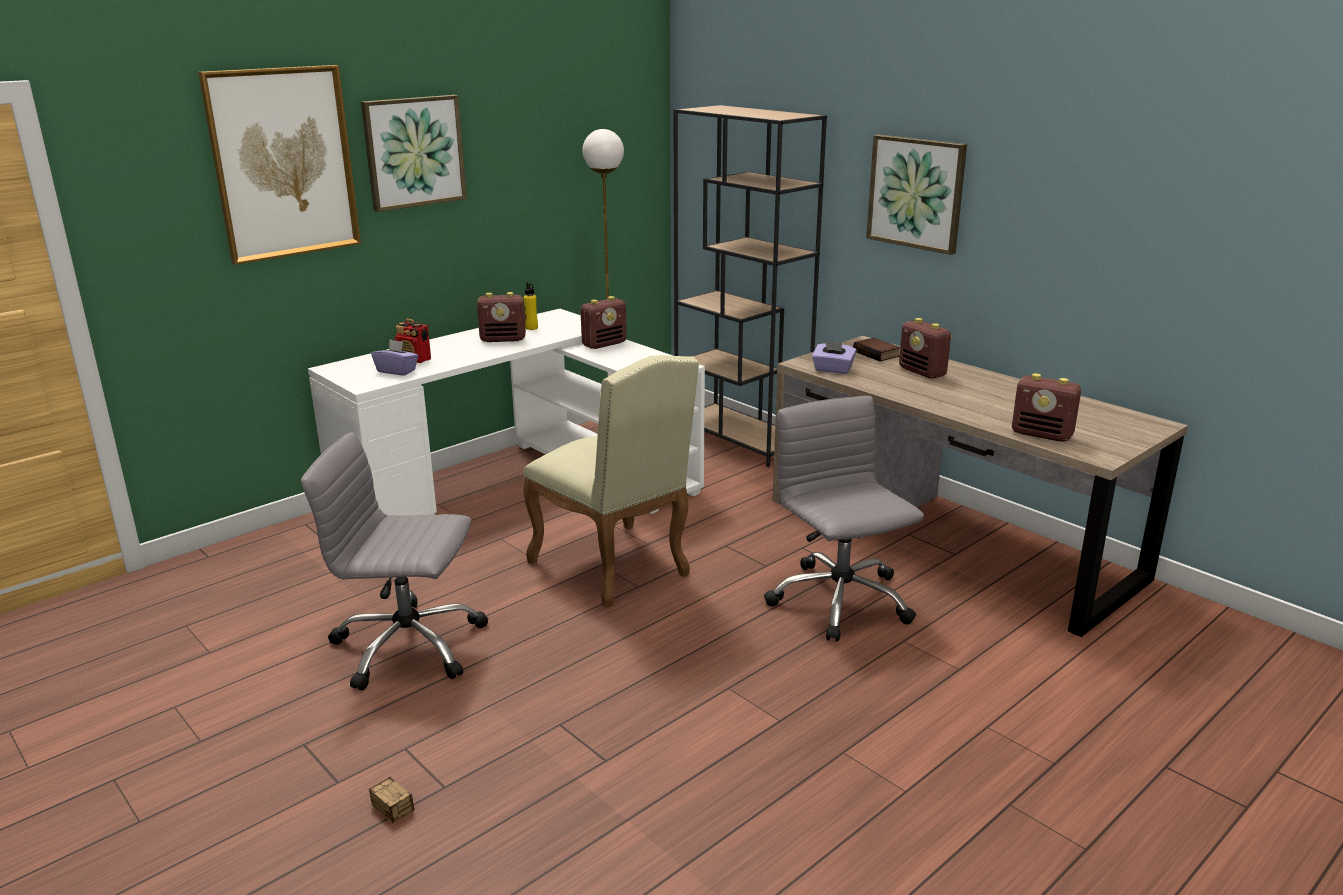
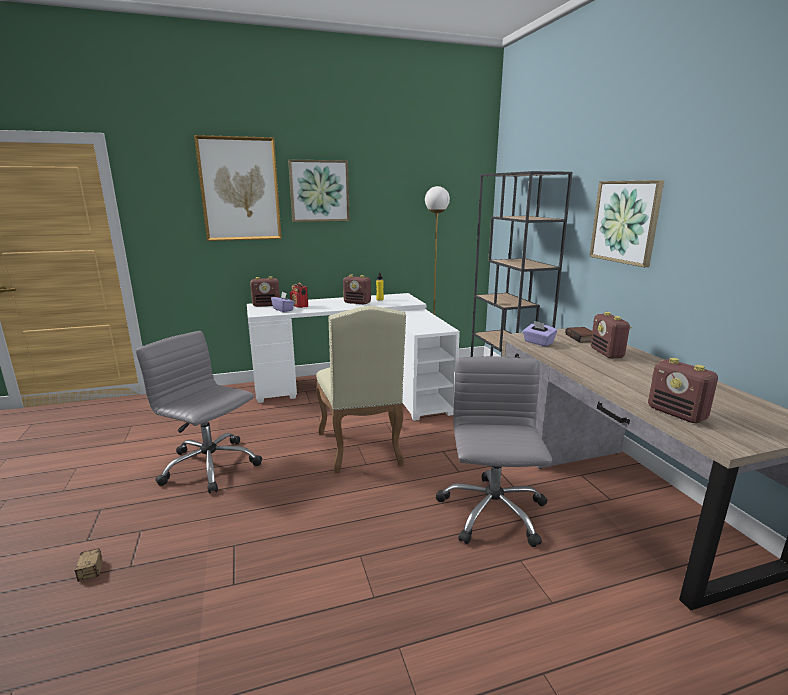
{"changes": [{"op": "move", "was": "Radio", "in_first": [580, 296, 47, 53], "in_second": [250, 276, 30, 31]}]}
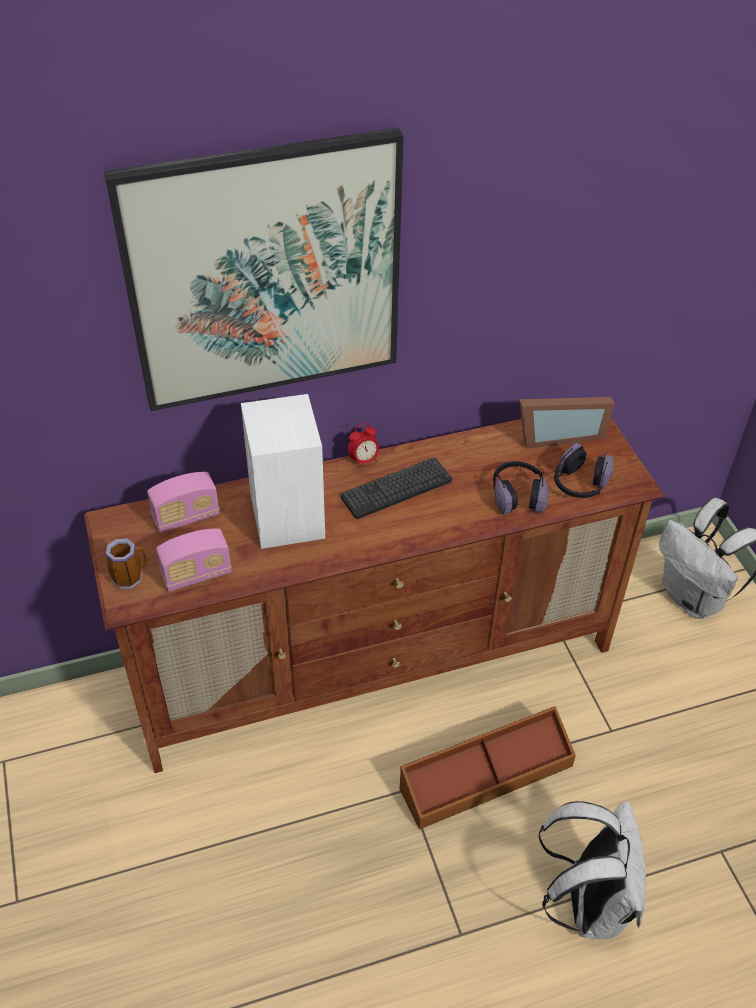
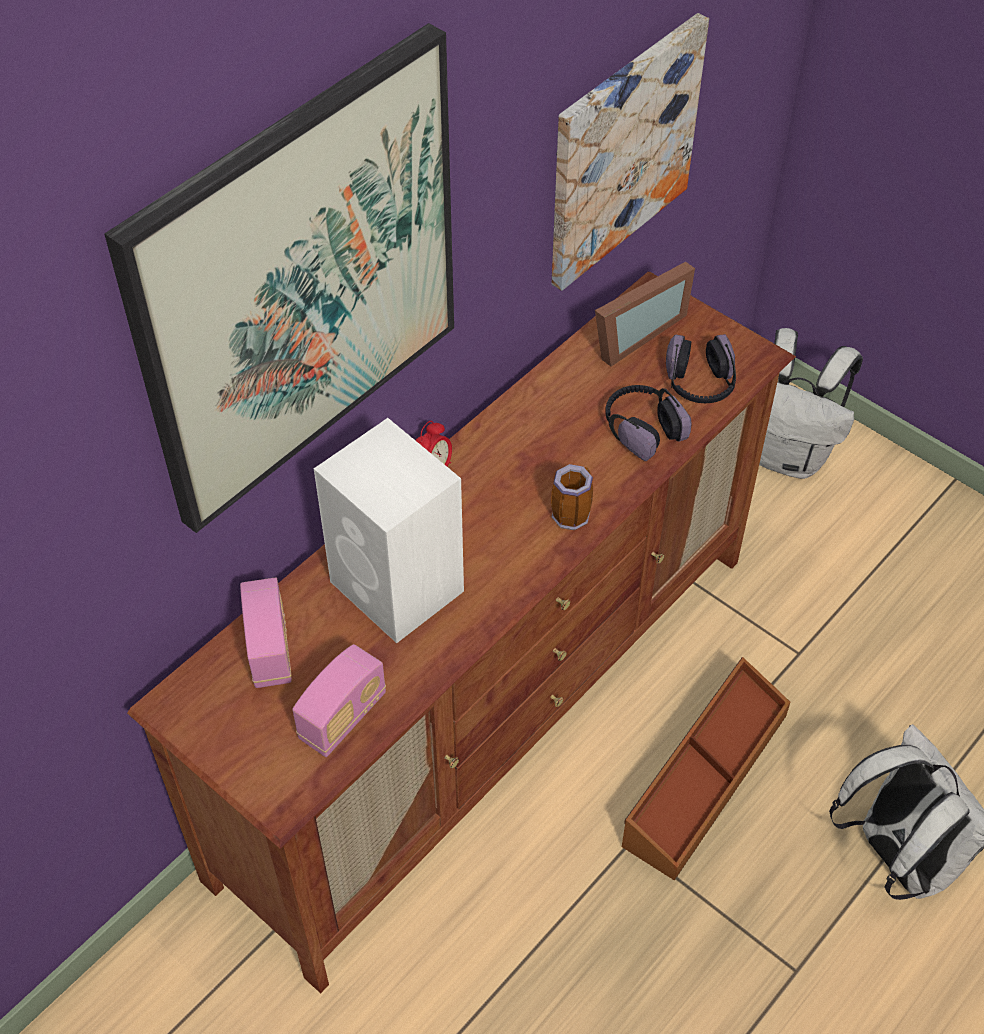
{"changes": [{"op": "delete", "was": "Keyboard", "in_first": [340, 458, 112, 61]}, {"op": "rotate", "was": "Radio", "in_first": [147, 472, 73, 61], "in_second": [240, 578, 52, 110], "clockwise": -45}, {"op": "move", "was": "TeaMug", "in_first": [105, 539, 42, 50], "in_second": [551, 464, 42, 66]}, {"op": "insert", "now": "WallArt", "in_second": [552, 13, 157, 278]}]}
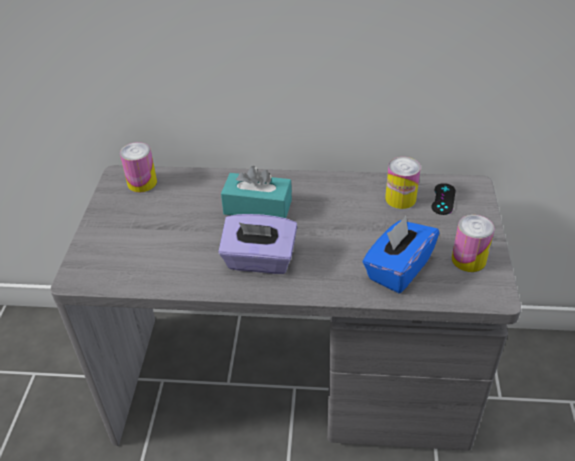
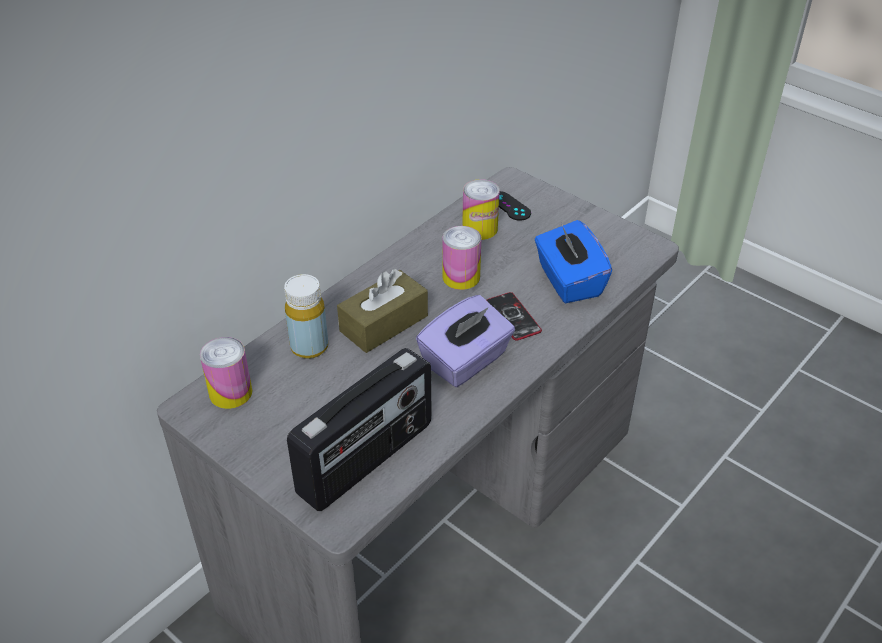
{"changes": [{"op": "recolor", "was": "TurquoiseTissueHolder", "now": "BrownColouredTissueHolder", "in_first": [221, 166, 71, 52], "in_second": [337, 269, 91, 84]}, {"op": "move", "was": "Can", "in_first": [452, 215, 43, 57], "in_second": [442, 226, 39, 64]}, {"op": "insert", "now": "YellowDrinkBottle", "in_second": [284, 274, 44, 85]}, {"op": "insert", "now": "Phone", "in_second": [486, 292, 56, 49]}, {"op": "insert", "now": "Radio", "in_second": [287, 348, 145, 163]}]}
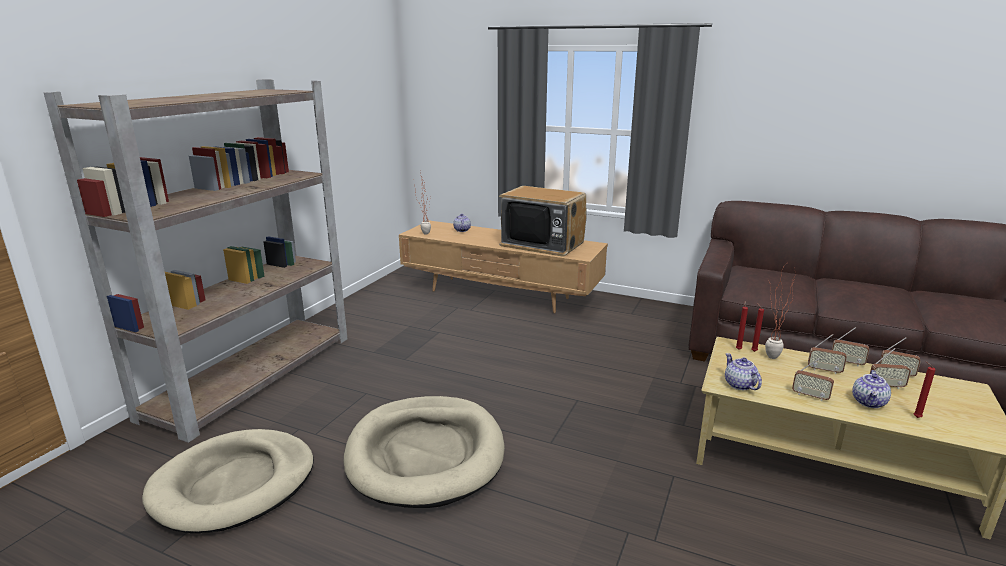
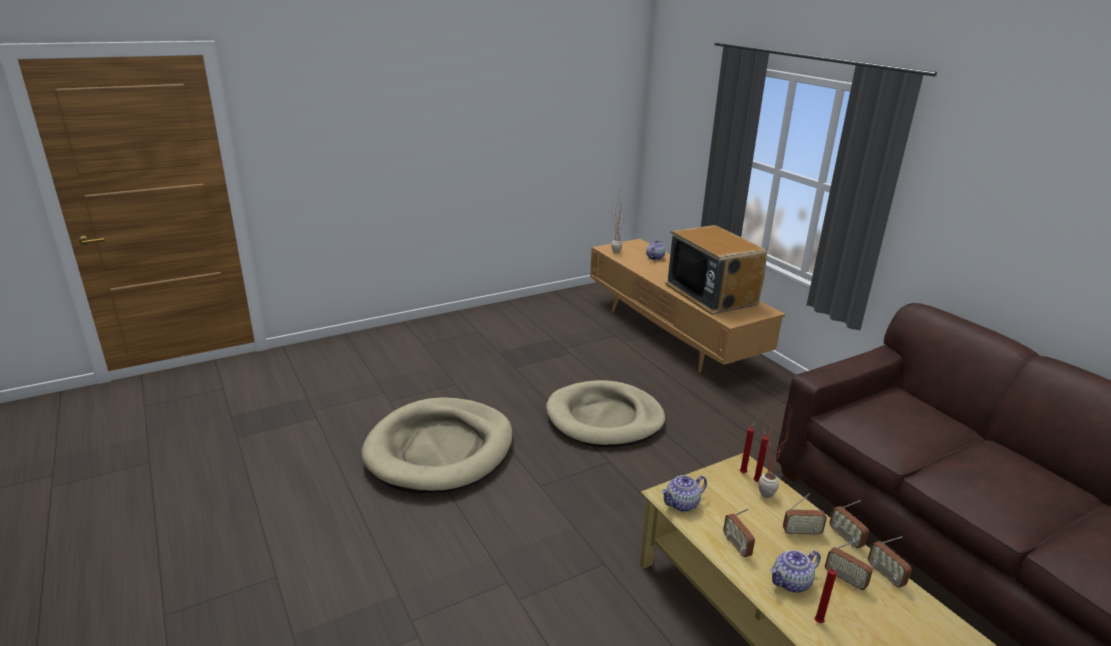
{"changes": [{"op": "delete", "was": "BrownColouredBookshelf", "in_first": [44, 79, 304, 364]}, {"op": "rotate", "was": "Radio", "in_first": [808, 334, 39, 40], "in_second": [783, 493, 44, 44], "clockwise": -60}, {"op": "rotate", "was": "PotForTea", "in_first": [725, 353, 37, 37], "in_second": [661, 475, 46, 37], "clockwise": -135}, {"op": "move", "was": "BeigeColouredDogCushion", "in_first": [142, 429, 172, 104], "in_second": [546, 380, 119, 67]}]}
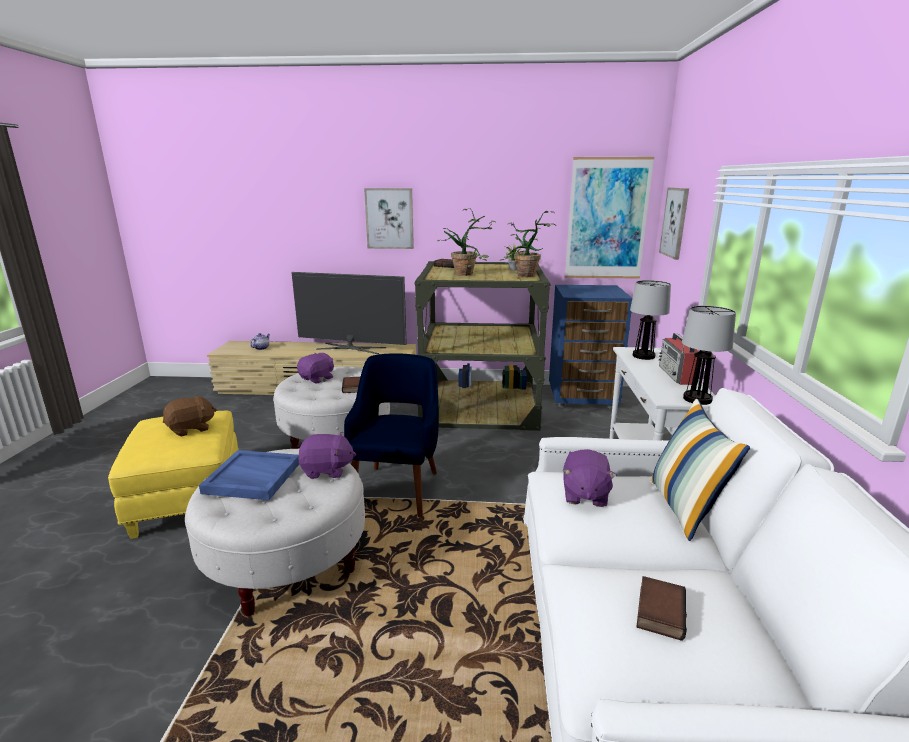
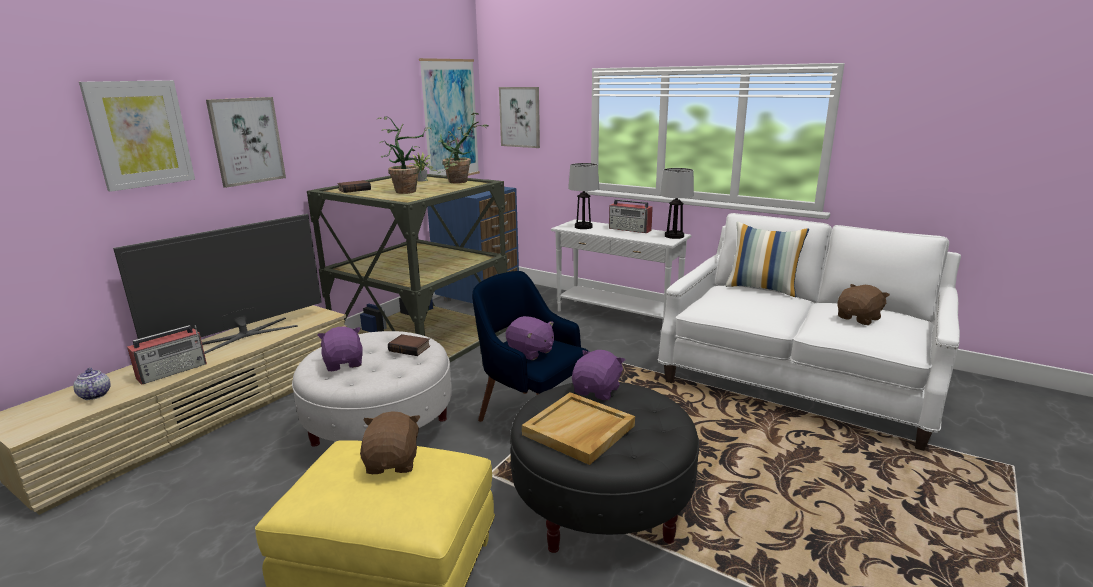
{"changes": [{"op": "recolor", "was": "WhitishFootrest", "now": "BlackColouredFootrest", "in_first": [185, 449, 180, 168], "in_second": [510, 382, 189, 171]}, {"op": "move", "was": "PurplishPlushToy", "in_first": [562, 449, 55, 58], "in_second": [506, 316, 48, 44]}, {"op": "recolor", "was": "BluishServingTray", "now": "BeigeColouredServingTray", "in_first": [199, 450, 100, 50], "in_second": [522, 392, 113, 73]}, {"op": "replace", "was": "Volume", "now": "BrownColouredPlushToy", "in_first": [636, 576, 51, 65], "in_second": [837, 284, 53, 41]}, {"op": "insert", "now": "WallArt", "in_second": [79, 80, 116, 112]}, {"op": "insert", "now": "Radio", "in_second": [127, 325, 80, 60]}]}
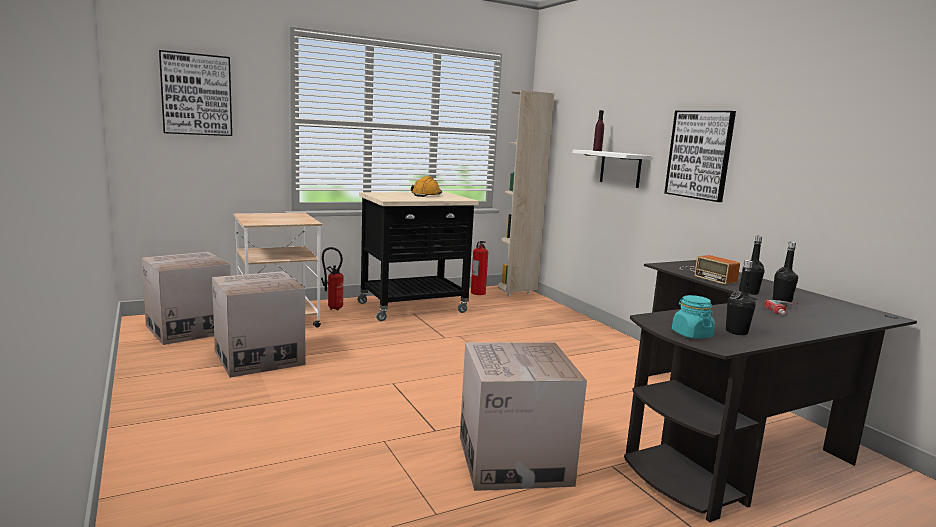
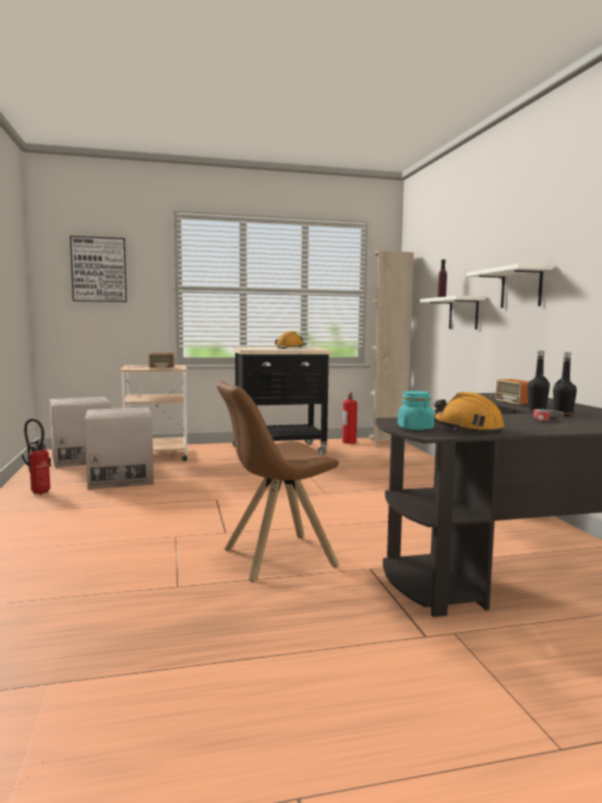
{"changes": [{"op": "replace", "was": "WallArt", "now": "WhitishBracketShelf", "in_first": [664, 111, 72, 91], "in_second": [466, 264, 87, 44]}, {"op": "move", "was": "FireFightingCylinder", "in_first": [321, 247, 23, 63], "in_second": [22, 419, 29, 76]}, {"op": "replace", "was": "BlackColouredDrinkBottle", "now": "OrangeWorkHelmet", "in_first": [726, 260, 30, 75], "in_second": [434, 392, 71, 42]}, {"op": "replace", "was": "CardboardBox", "now": "BrownColouredPlainChair", "in_first": [460, 342, 127, 149], "in_second": [217, 381, 122, 201]}, {"op": "insert", "now": "Radio", "in_second": [127, 353, 48, 16]}]}
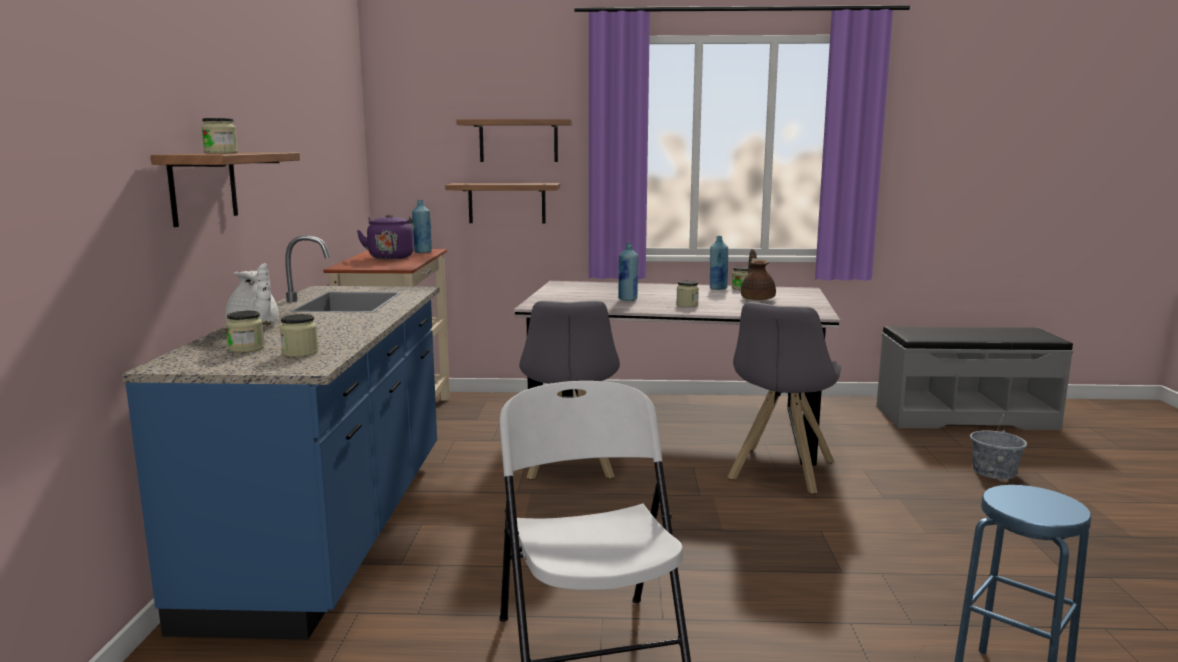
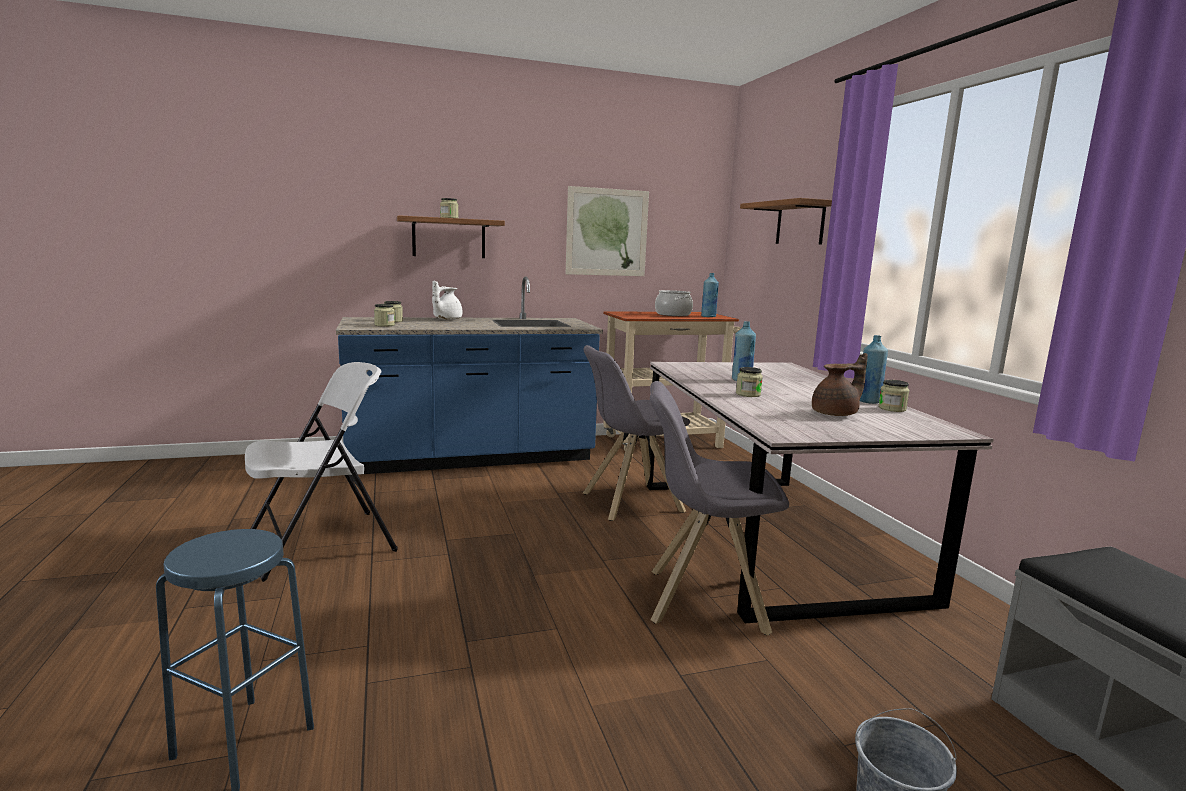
{"changes": [{"op": "delete", "was": "BracketShelf", "in_first": [445, 183, 115, 40]}, {"op": "replace", "was": "PurplishKettle", "now": "CookingPot", "in_first": [357, 214, 57, 45], "in_second": [655, 290, 38, 26]}, {"op": "insert", "now": "WallArt", "in_second": [566, 186, 83, 90]}]}
